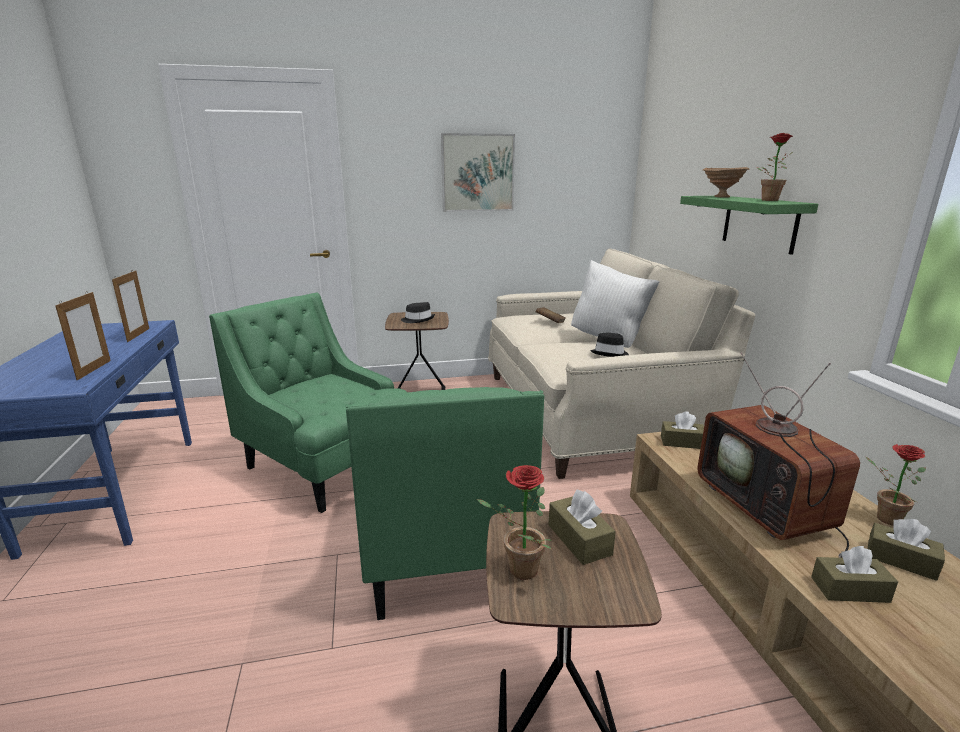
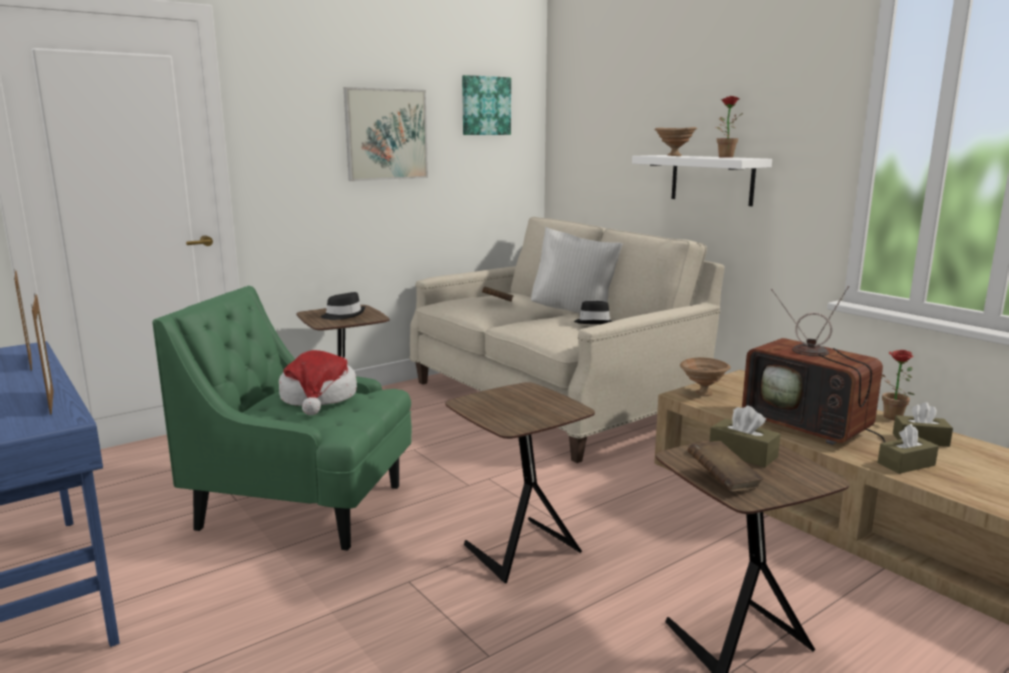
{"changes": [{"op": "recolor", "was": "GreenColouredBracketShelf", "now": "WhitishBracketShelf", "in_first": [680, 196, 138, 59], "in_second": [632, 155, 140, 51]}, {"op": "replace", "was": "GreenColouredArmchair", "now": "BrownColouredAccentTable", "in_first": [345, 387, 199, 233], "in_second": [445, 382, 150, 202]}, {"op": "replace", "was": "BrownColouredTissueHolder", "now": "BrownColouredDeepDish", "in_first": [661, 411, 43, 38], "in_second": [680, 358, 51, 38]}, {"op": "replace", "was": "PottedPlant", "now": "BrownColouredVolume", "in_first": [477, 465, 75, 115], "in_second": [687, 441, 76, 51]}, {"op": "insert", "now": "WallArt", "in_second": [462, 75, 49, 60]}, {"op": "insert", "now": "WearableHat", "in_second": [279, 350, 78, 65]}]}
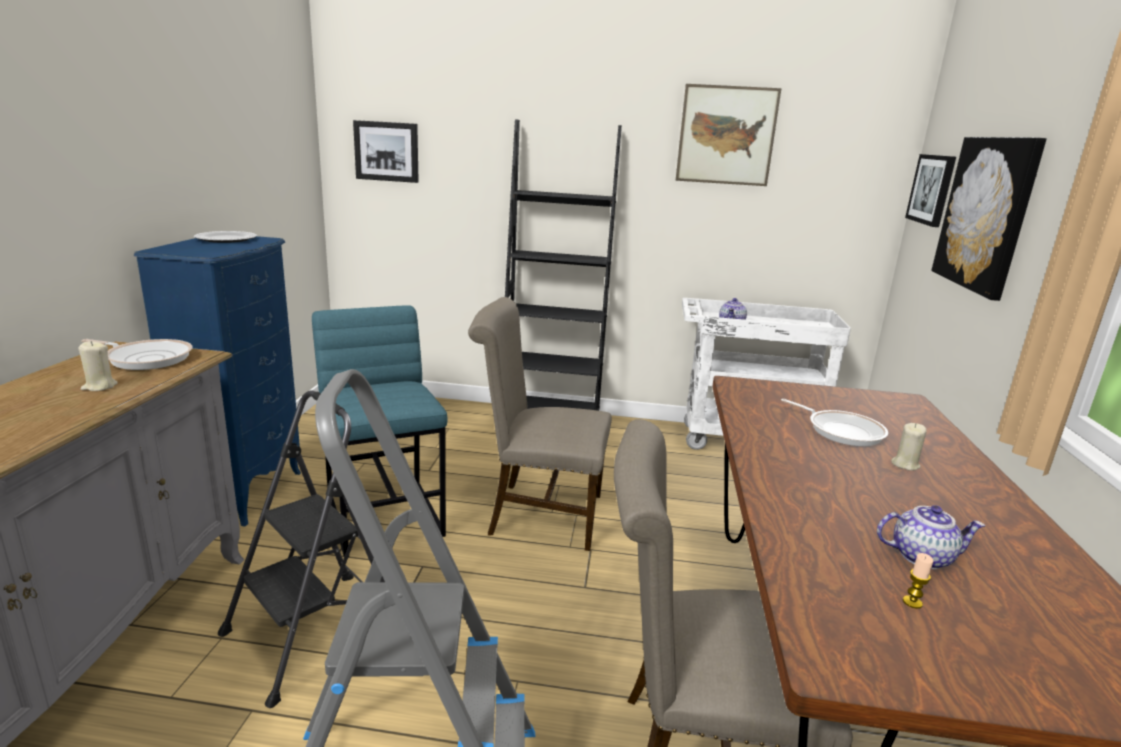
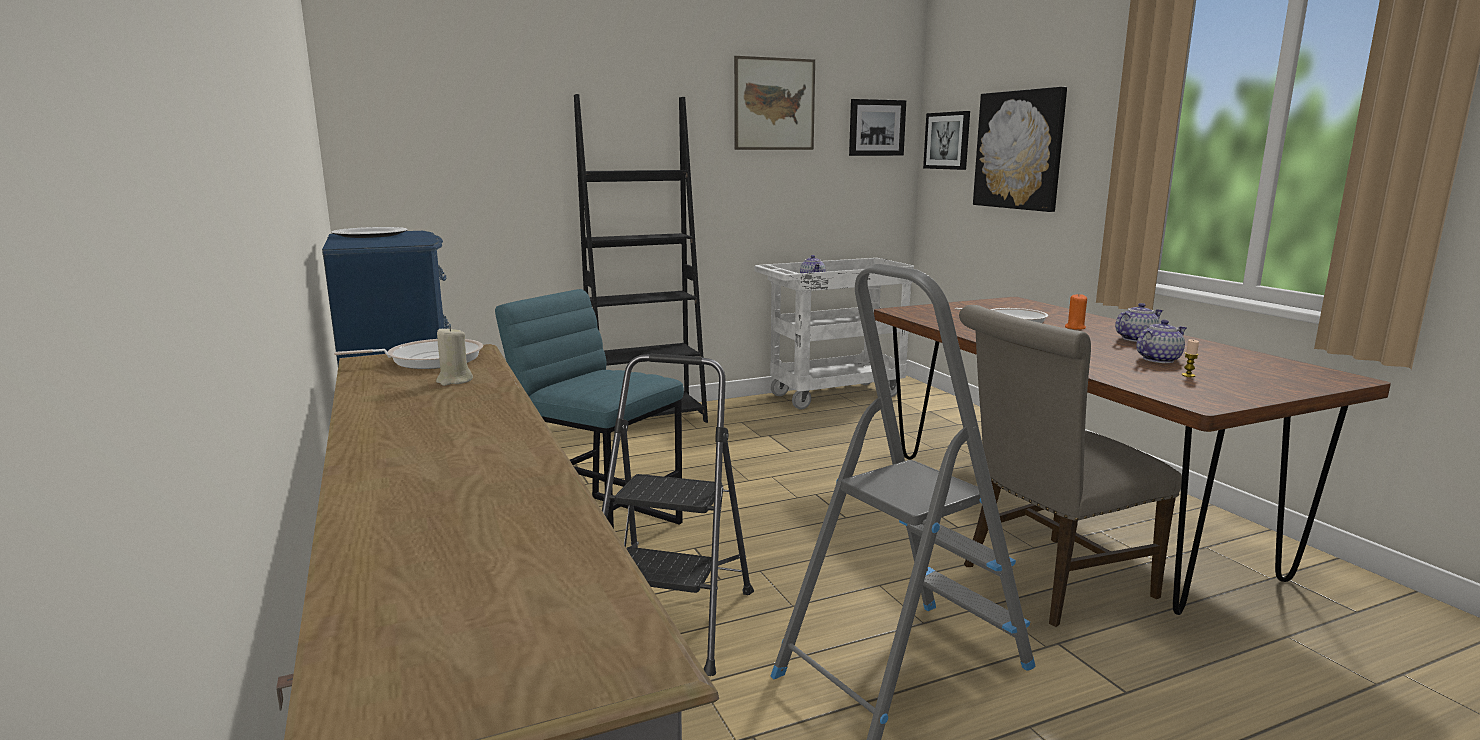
{"changes": [{"op": "move", "was": "WallArt", "in_first": [353, 120, 66, 63], "in_second": [849, 99, 57, 57]}, {"op": "delete", "was": "BeigeColouredPlainChair", "in_first": [468, 297, 144, 254]}, {"op": "recolor", "was": "BeigeColouredWaxLight", "now": "OrangeWaxLight", "in_first": [891, 423, 36, 48], "in_second": [1065, 294, 22, 35]}, {"op": "insert", "now": "PotForTea", "in_second": [1115, 303, 48, 39]}]}
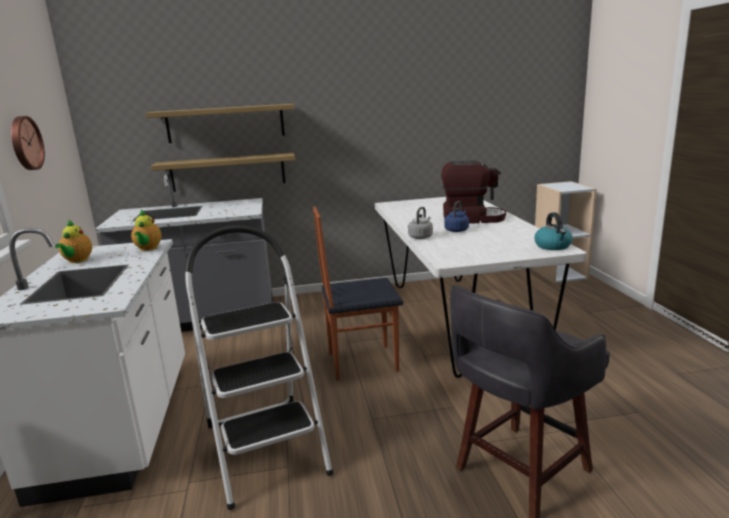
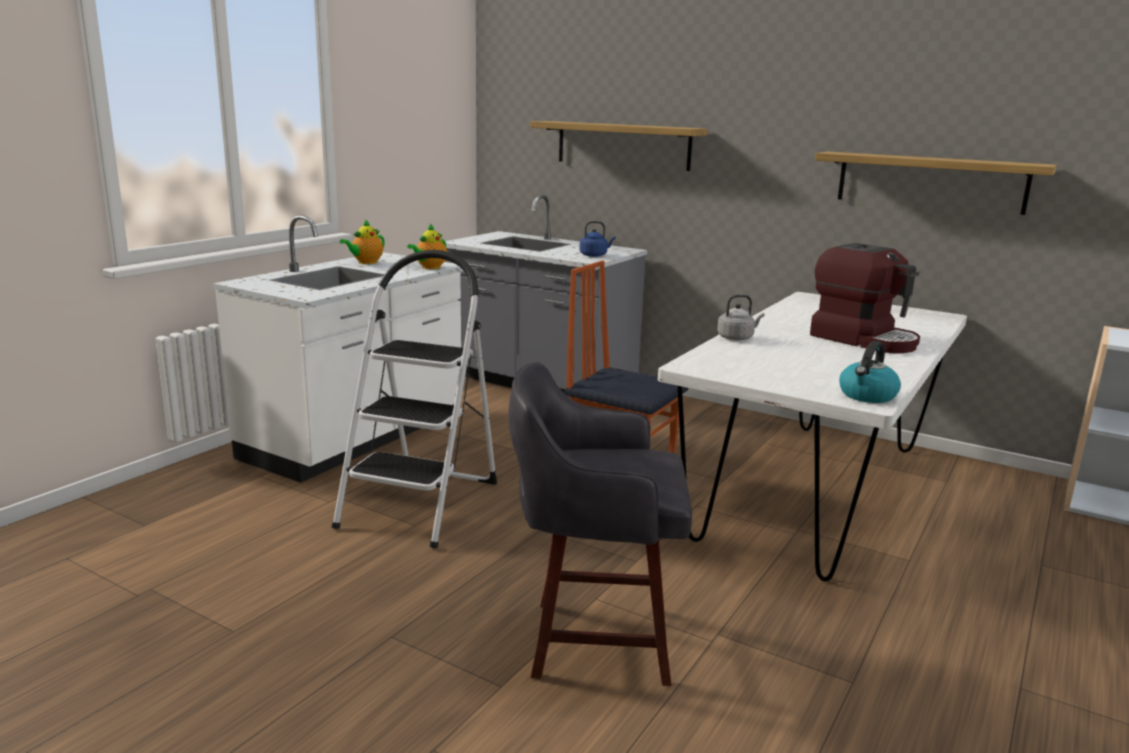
{"changes": [{"op": "delete", "was": "HangingClock", "in_first": [11, 116, 34, 54]}, {"op": "move", "was": "BracketShelf", "in_first": [151, 153, 144, 39], "in_second": [815, 152, 242, 63]}, {"op": "move", "was": "BluishKettle", "in_first": [444, 201, 25, 31], "in_second": [580, 221, 36, 36]}]}
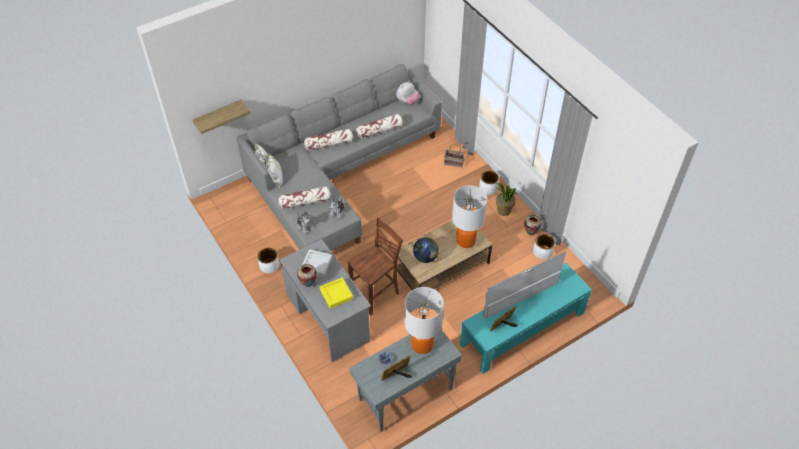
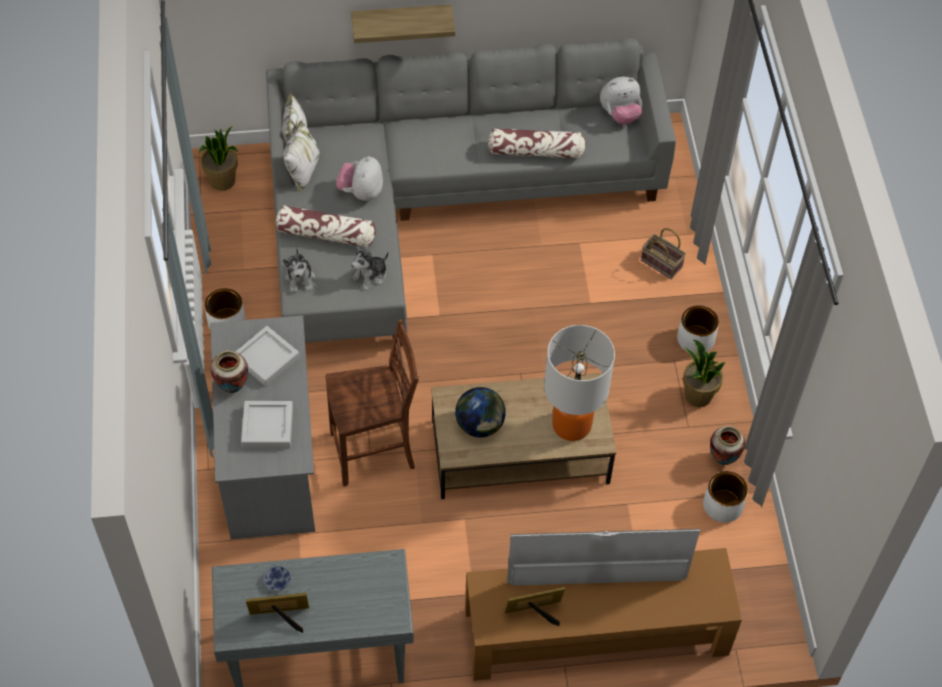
{"changes": [{"op": "move", "was": "BracketShelf", "in_first": [193, 100, 58, 34], "in_second": [351, 4, 104, 39]}, {"op": "delete", "was": "ThrowPillow", "in_first": [304, 129, 49, 22]}, {"op": "recolor", "was": "TurquoiseMediaConsole", "now": "BrownColouredMediaConsole", "in_first": [460, 263, 132, 111], "in_second": [465, 548, 277, 133]}, {"op": "recolor", "was": "YellowServingTray", "now": "GrayServingTray", "in_first": [320, 278, 33, 31], "in_second": [241, 401, 52, 47]}, {"op": "delete", "was": "TableLamp", "in_first": [405, 287, 39, 67]}, {"op": "insert", "now": "PottedPlant", "in_second": [199, 126, 39, 65]}, {"op": "insert", "now": "PlushToy", "in_second": [336, 156, 47, 45]}]}
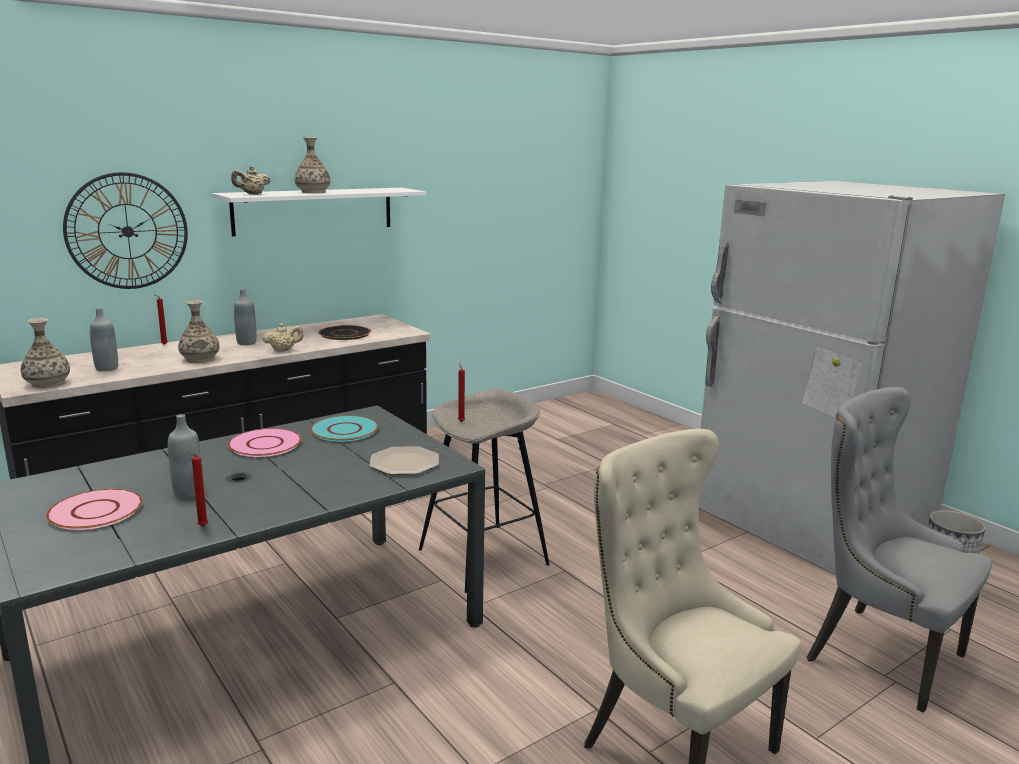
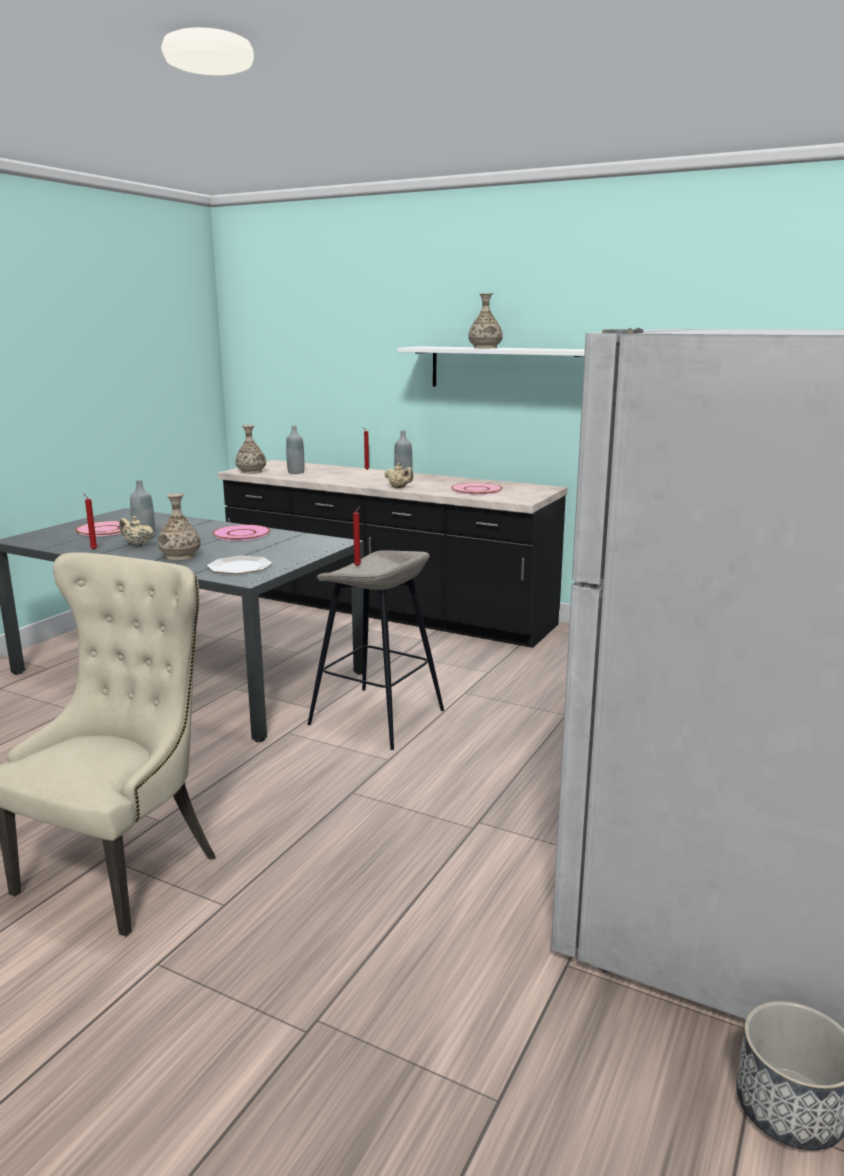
{"changes": [{"op": "move", "was": "BeigeColouredPotForTea", "in_first": [231, 166, 40, 29], "in_second": [119, 516, 35, 31]}, {"op": "delete", "was": "HangingClock", "in_first": [63, 172, 125, 117]}, {"op": "move", "was": "DecorativeVase", "in_first": [178, 300, 42, 63], "in_second": [158, 493, 43, 67]}, {"op": "recolor", "was": "BlackColouredDinnerPlate", "now": "PinkDinnerPlate", "in_first": [318, 325, 53, 15], "in_second": [451, 483, 52, 12]}, {"op": "delete", "was": "GrayPlainChair", "in_first": [807, 387, 185, 326]}, {"op": "delete", "was": "TurquoiseDinnerPlate", "in_first": [310, 415, 69, 27]}]}
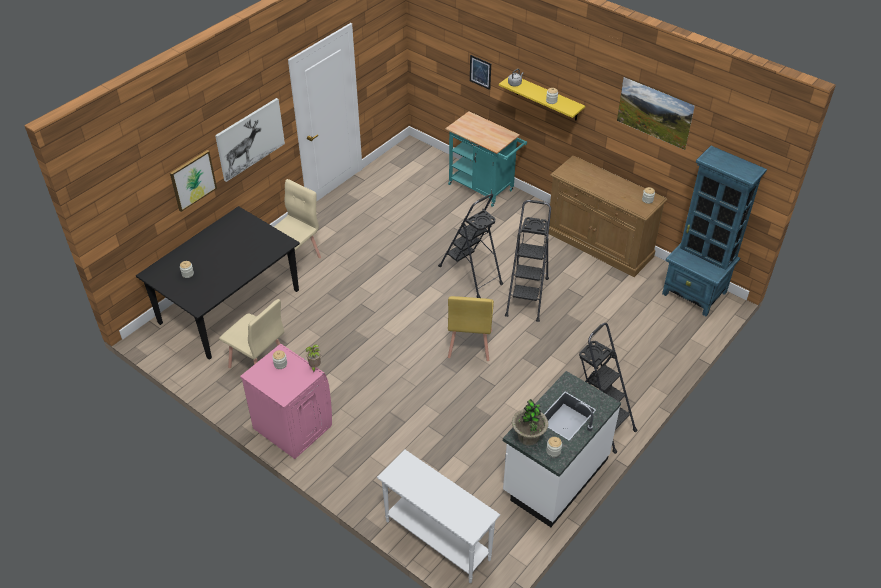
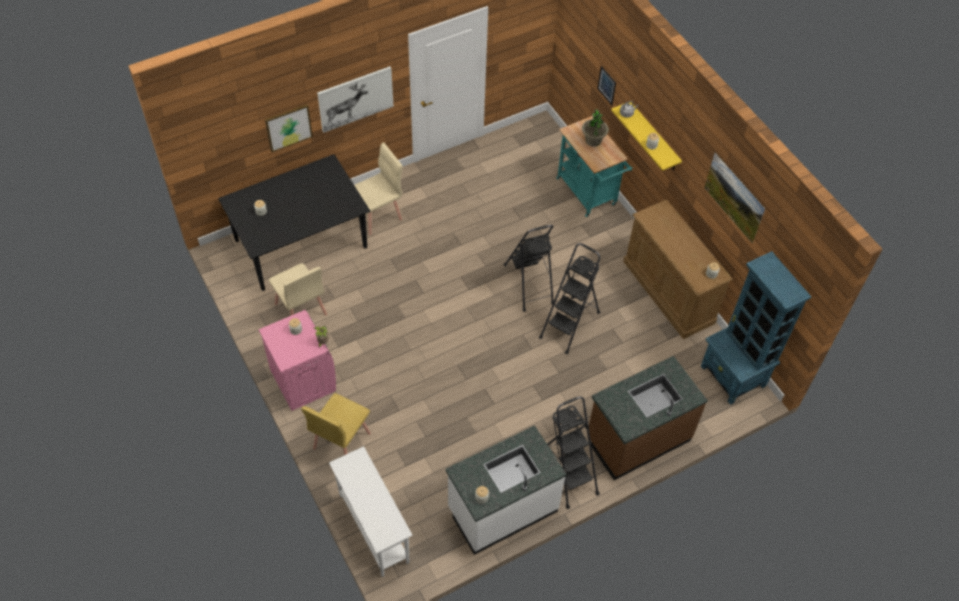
{"changes": [{"op": "move", "was": "YellowPlainChair", "in_first": [448, 296, 46, 65], "in_second": [301, 393, 70, 62]}, {"op": "move", "was": "PottedPlant", "in_first": [512, 399, 36, 47], "in_second": [582, 109, 27, 38]}, {"op": "insert", "now": "BrownColouredKitchenCounter", "in_second": [587, 356, 121, 124]}]}
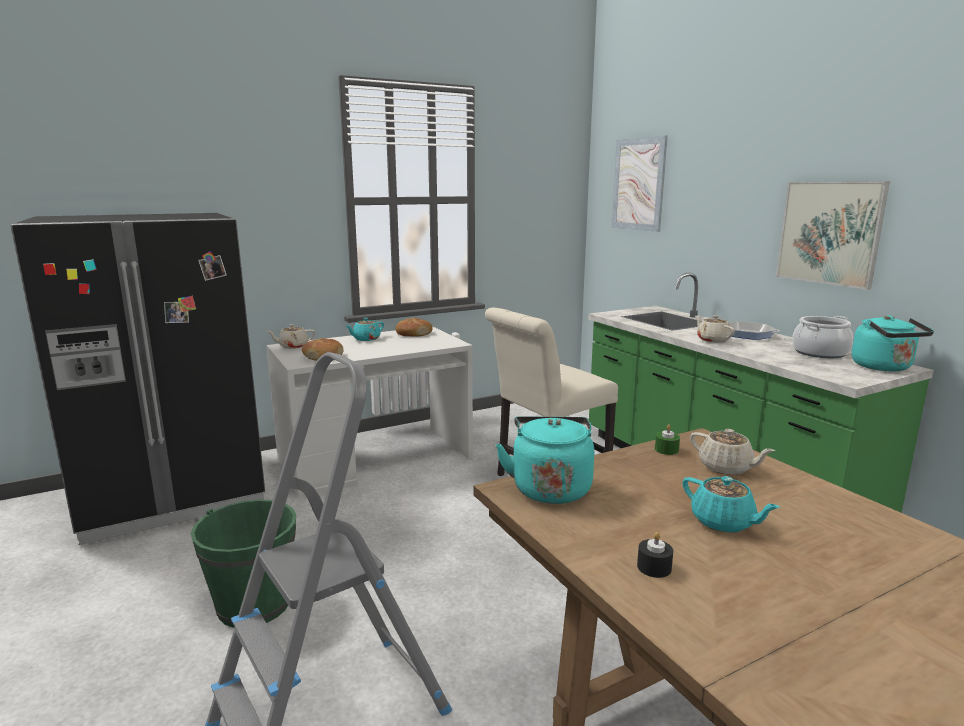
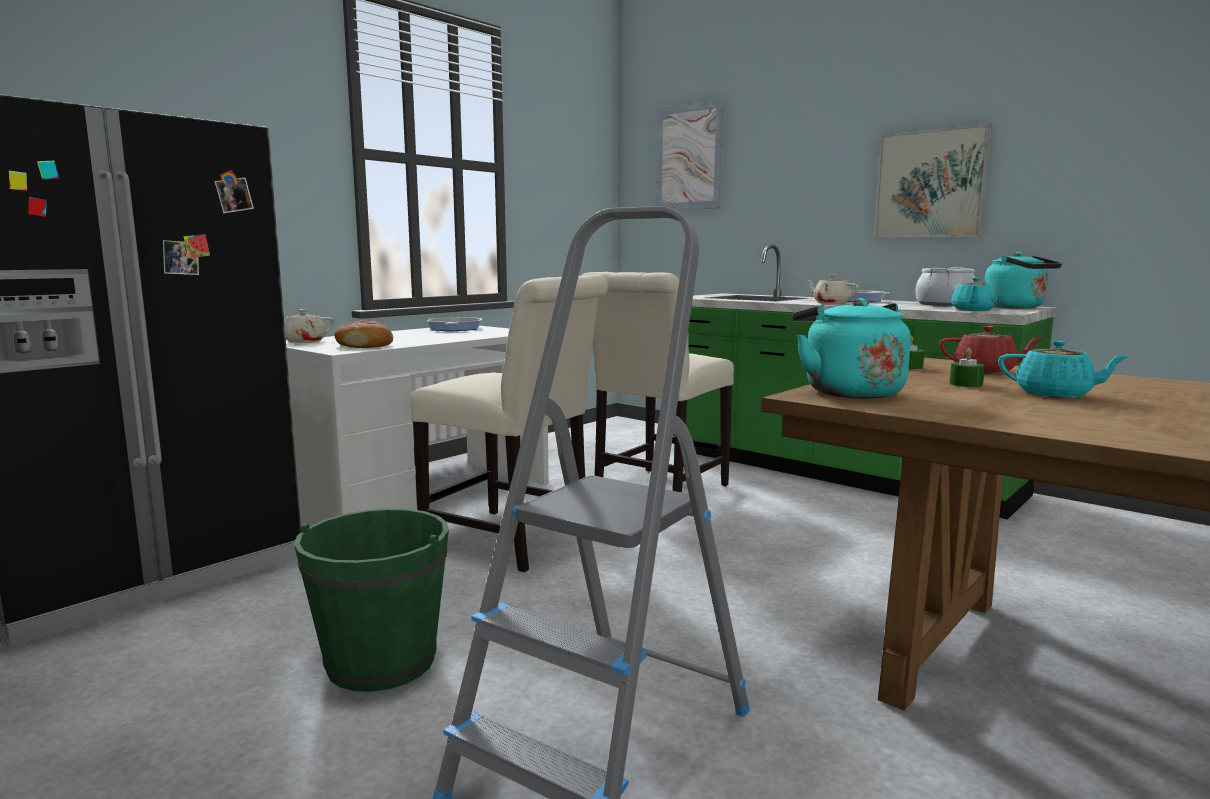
{"changes": [{"op": "move", "was": "TurquoisePotForTea", "in_first": [346, 318, 38, 23], "in_second": [951, 278, 46, 33]}, {"op": "replace", "was": "BakeryBread", "now": "Pan", "in_first": [396, 318, 37, 19], "in_second": [427, 317, 55, 14]}, {"op": "recolor", "was": "BeigeColouredPotForTea", "now": "ReddishPotForTea", "in_first": [690, 429, 85, 46], "in_second": [939, 326, 105, 48]}, {"op": "delete", "was": "BlackColouredWaxLight", "in_first": [637, 532, 36, 46]}, {"op": "insert", "now": "BeigeColouredPlainChair", "in_second": [410, 275, 198, 297]}, {"op": "insert", "now": "GreenColouredWaxLight", "in_second": [949, 348, 36, 39]}]}
